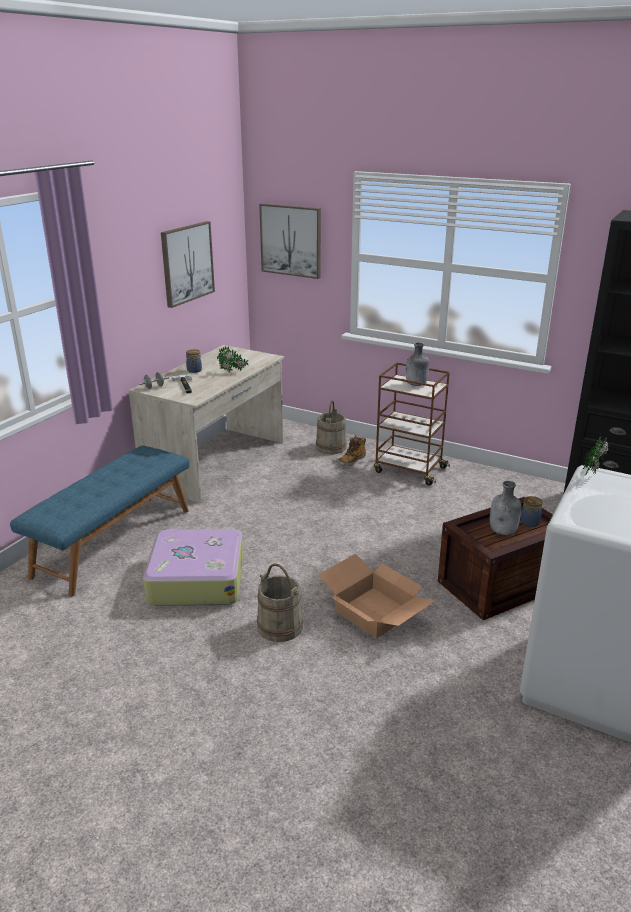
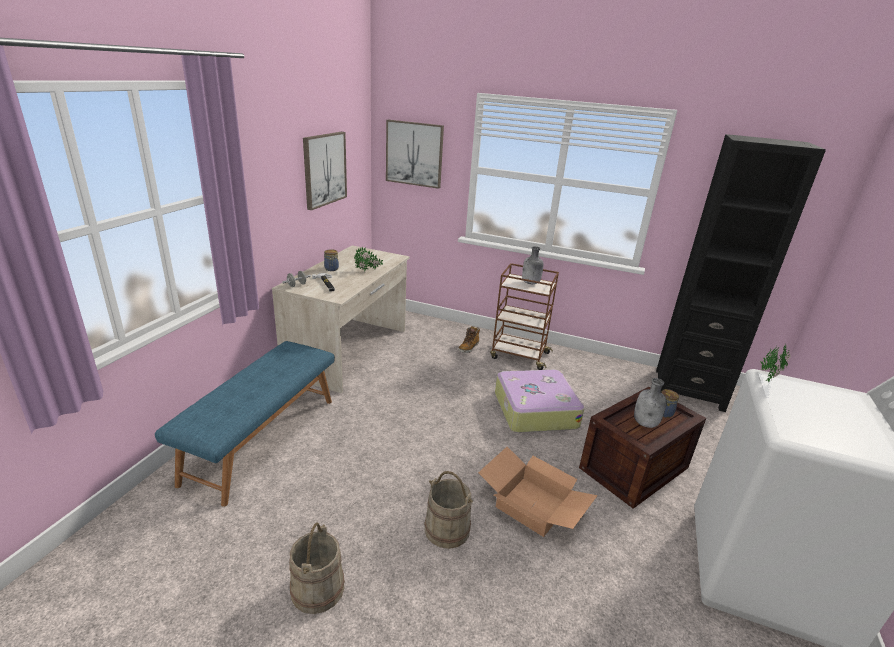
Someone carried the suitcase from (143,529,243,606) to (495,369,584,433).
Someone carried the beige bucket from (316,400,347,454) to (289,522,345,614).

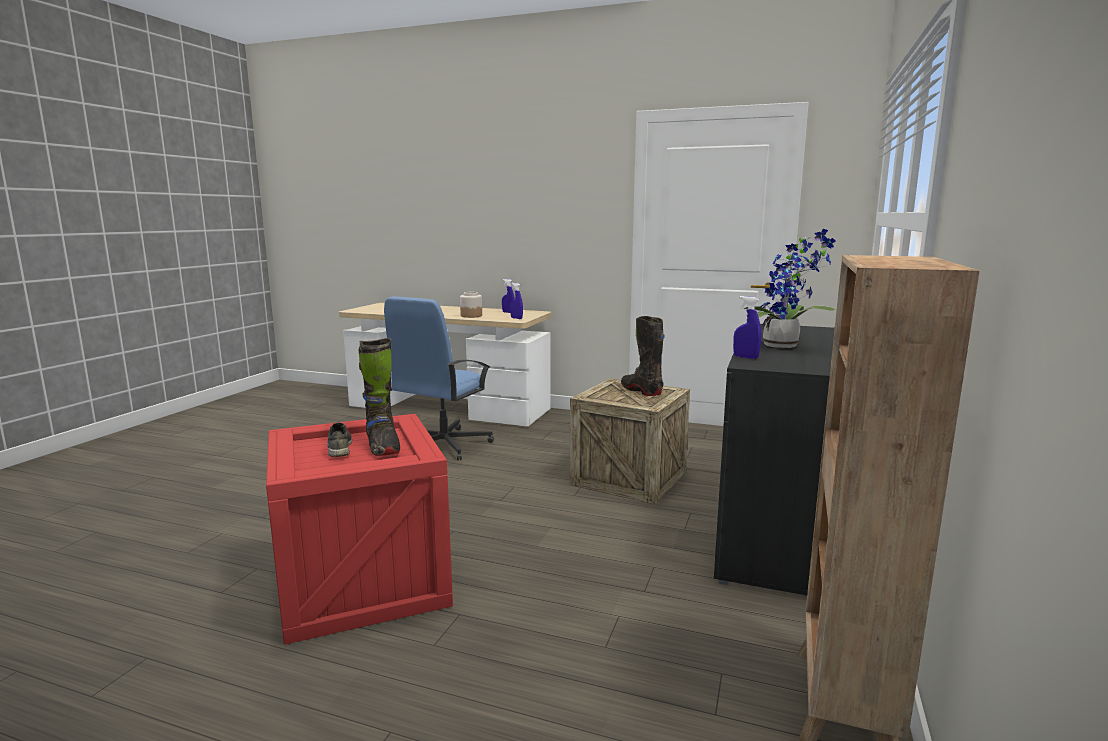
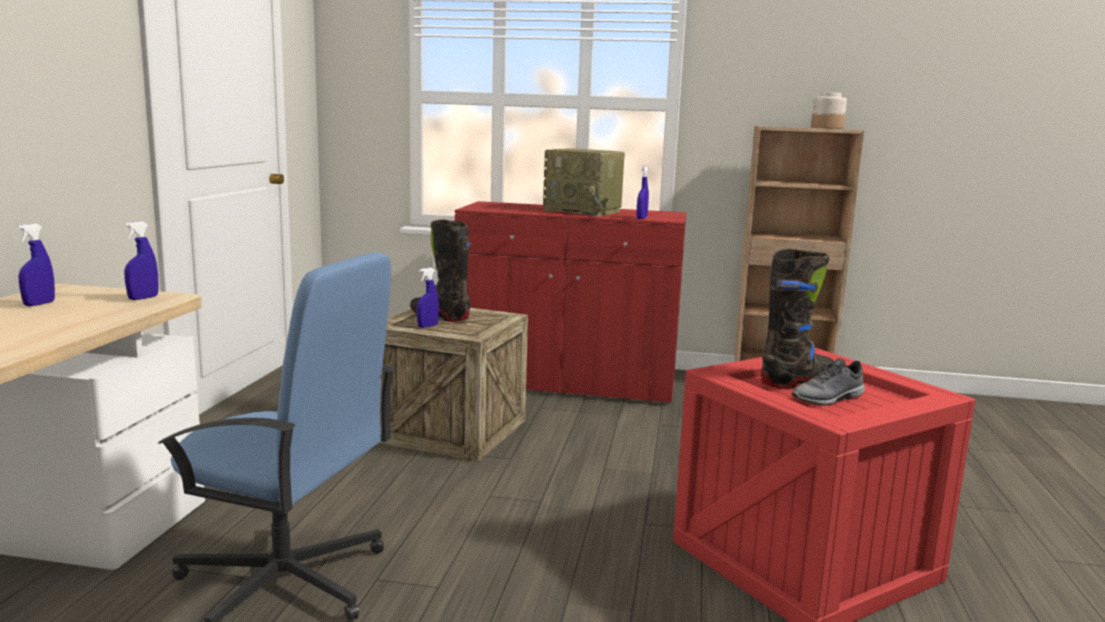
Someone carried the jar from (460,292,482,318) to (811,92,847,129).
Someone rotated the black boot at (621,316,665,396) by 75 degrees clockwise.
Someone repainted the black cabinet at (714,324,835,595), which became the red cabinet at (455,201,686,405).
Someone swapped the potted plant at (744,229,836,348) for the radio at (543,148,625,217).
Someone put down the blue spray bottle at (417,268,439,328).

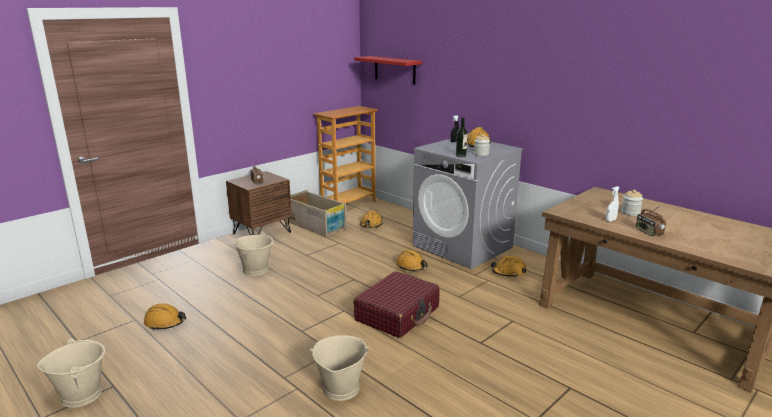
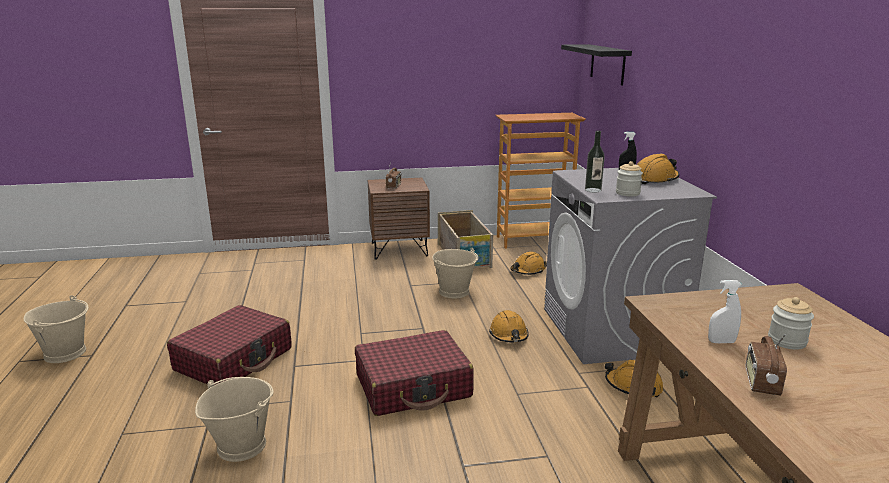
Someone took away the orange hard hat at (144,303,186,330).
Someone carried the beige bucket from (234,231,273,276) to (432,248,478,299).
Someone repainted the red shelf at (354,56,422,84), which became the black shelf at (561,44,632,86).
Someone put down the red suitcase at (167,305,292,385).

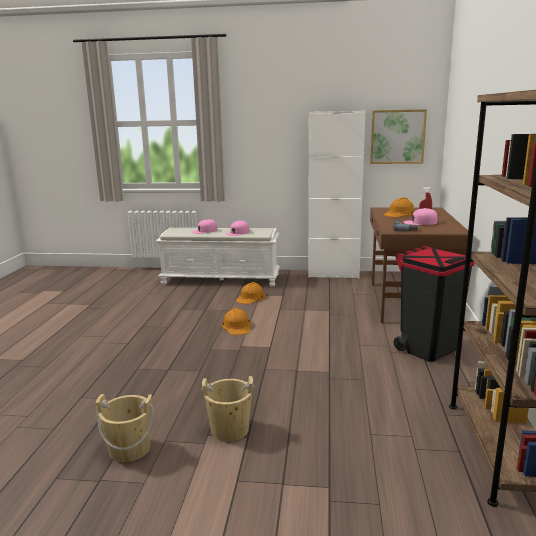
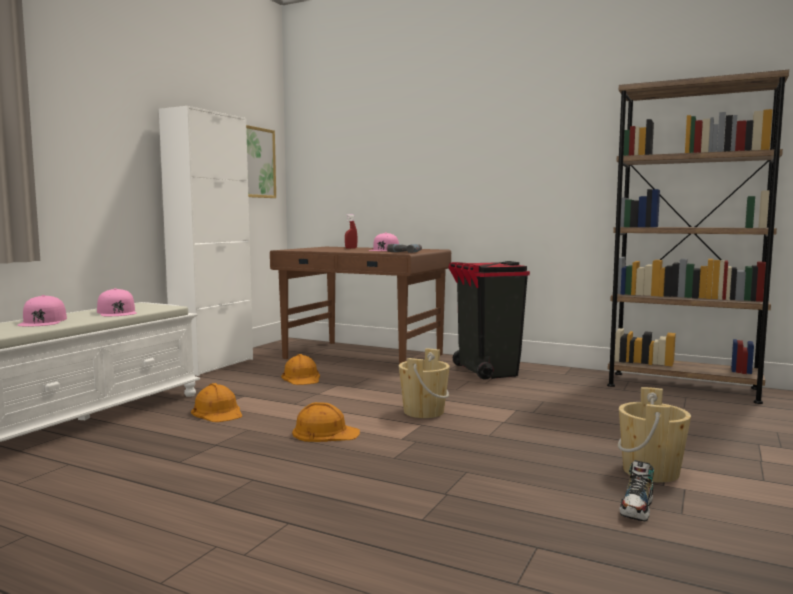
Someone carried the beige bucket from (96,394,153,462) to (399,349,450,418).
Someone carried the orange hard hat from (384,197,414,217) to (281,354,320,385).
Someone put down the shoe at (619,460,654,521).

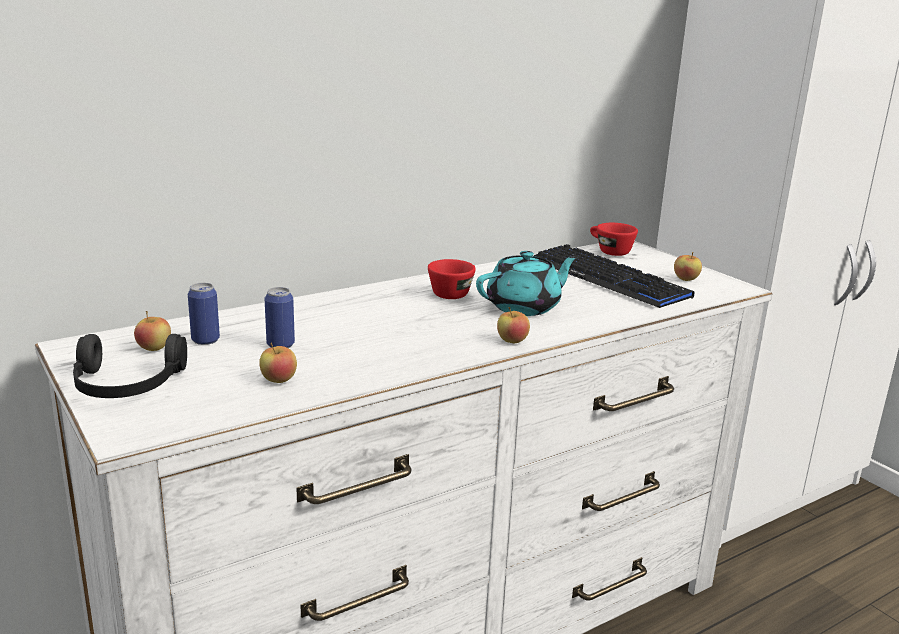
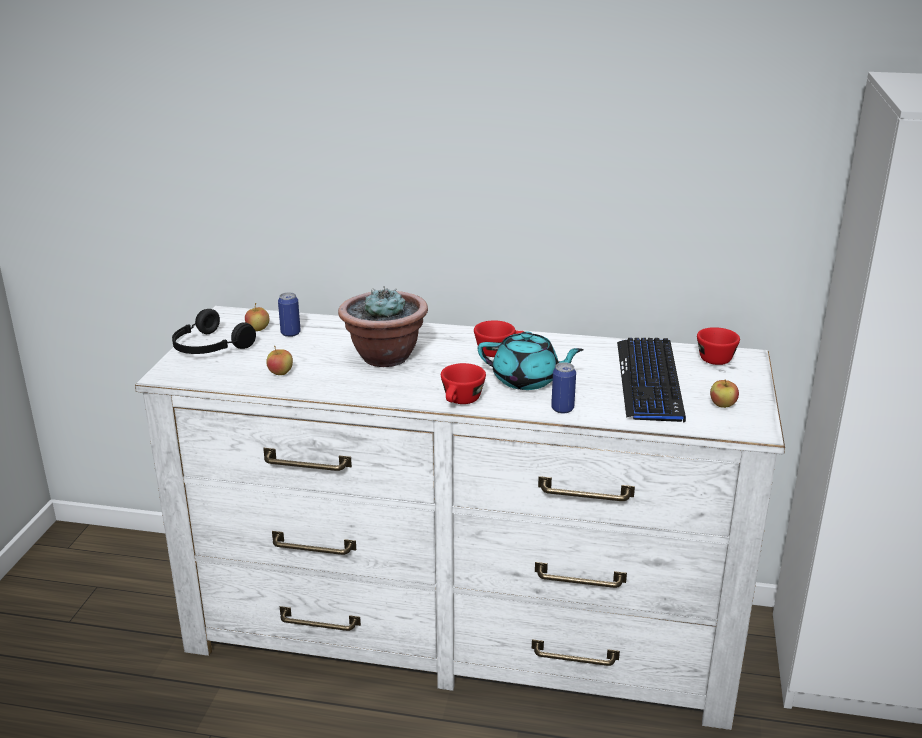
Someone carried the can from (264,287,295,348) to (551,362,576,414).
Someone swapped the apple at (497,307,530,343) for the red cup at (441,363,486,404).
Someone put down the potted plant at (338,286,428,367).

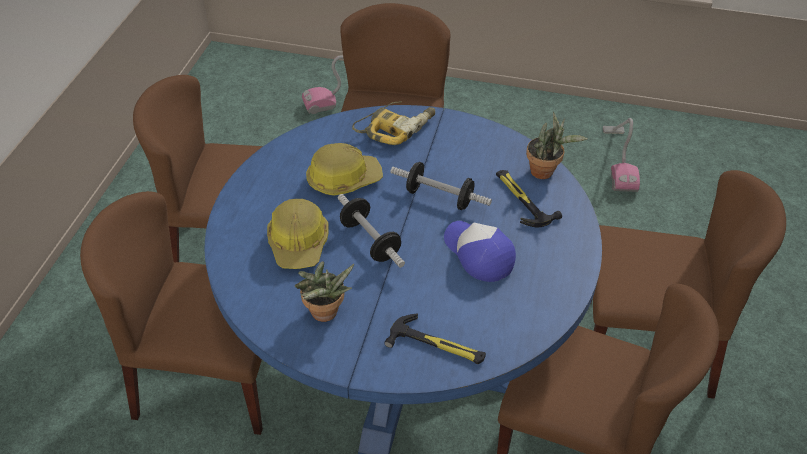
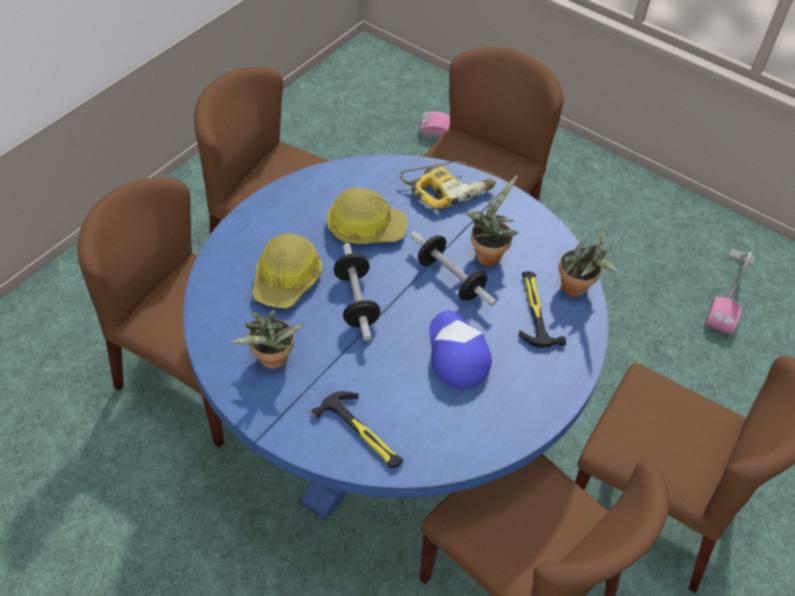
Someone put down the potted plant at (463,175,518,266).

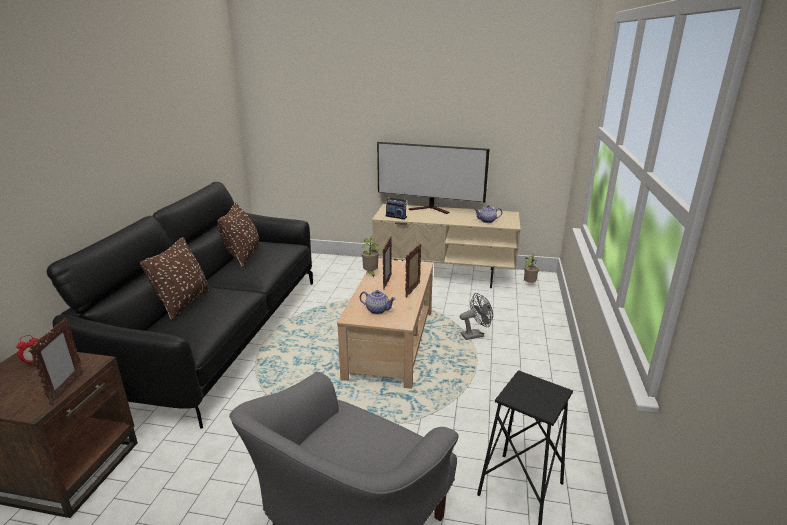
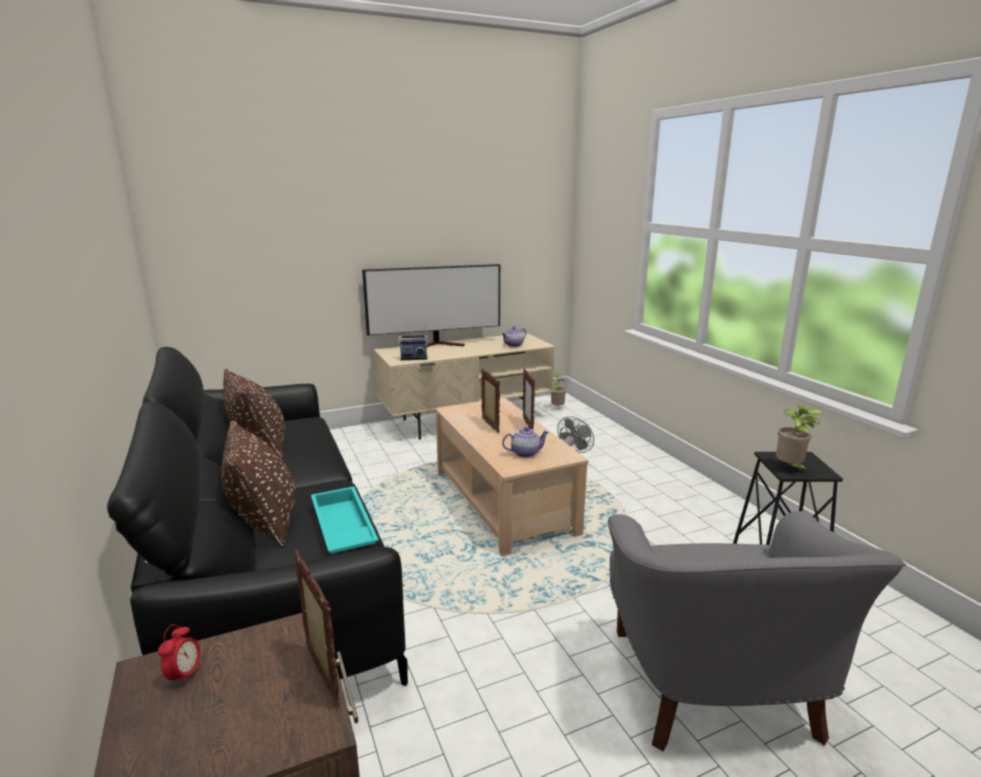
Someone carried the potted plant from (361,236,379,278) to (776,404,823,473).
Someone put down the turquoise tray at (311,486,379,554).

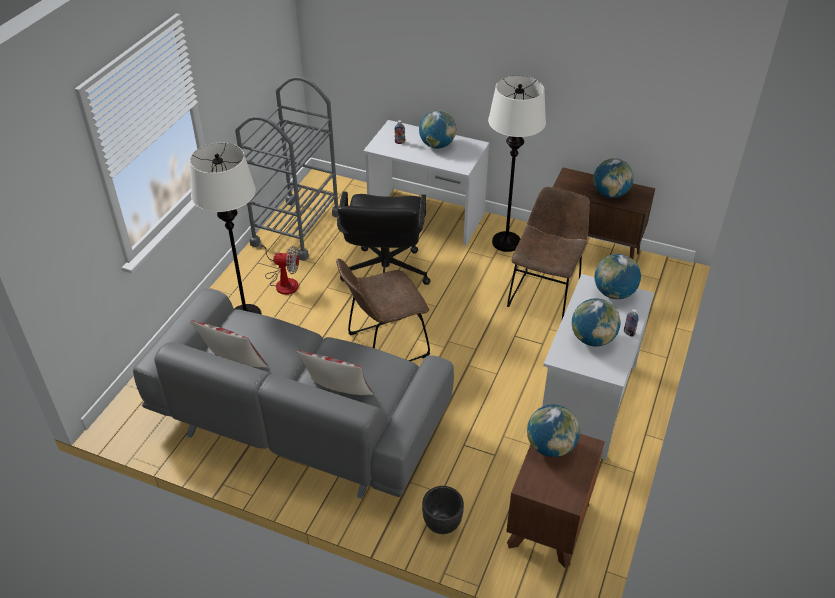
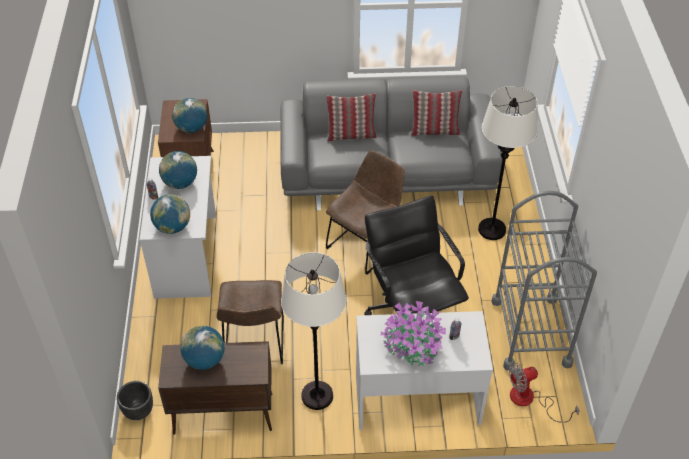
Someone carried the fan from (260,241,299,295) to (509,363,580,423).
Someone swapped the globe at (419,111,456,149) for the potted plant at (381,301,446,366).
Someone carried the black planter from (422,486,464,534) to (117,381,153,420).

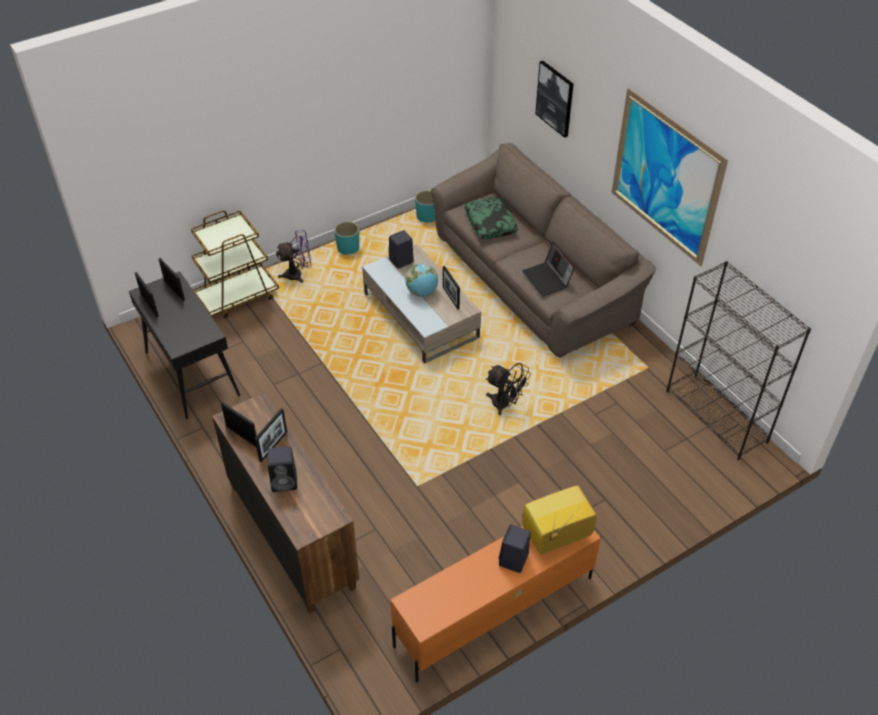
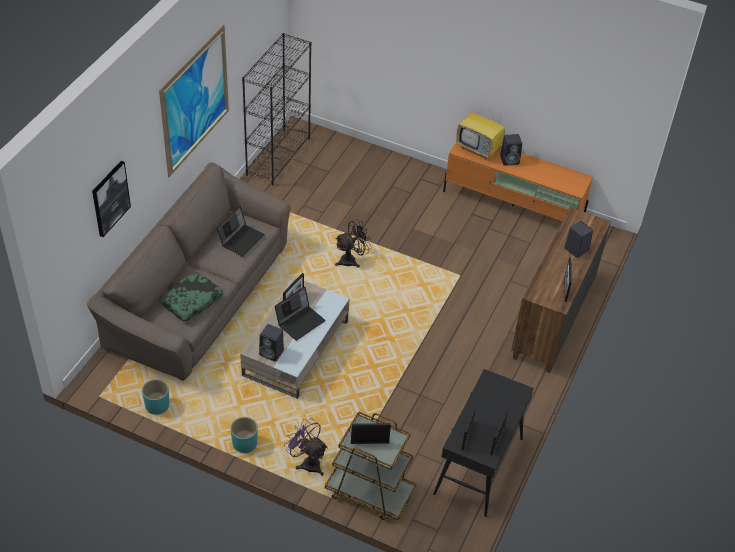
Someone carried the picture frame from (255,408,287,462) to (351,423,391,444).
Someone swapped the globe at (405,264,438,297) for the laptop at (275,287,326,341).
Someone rotated the black fan at (486,363,531,415) by 60 degrees clockwise.

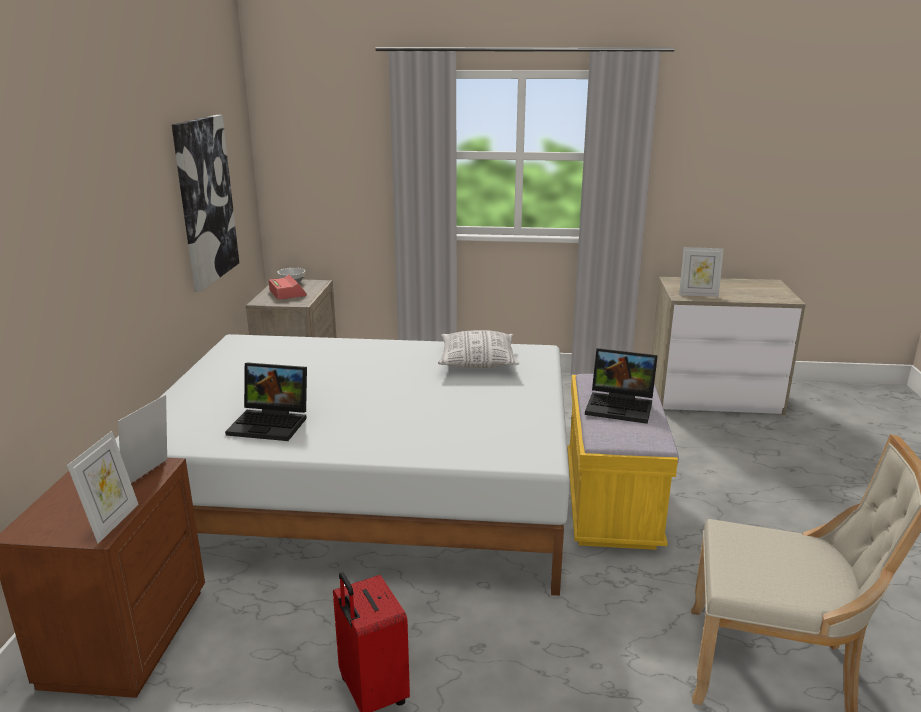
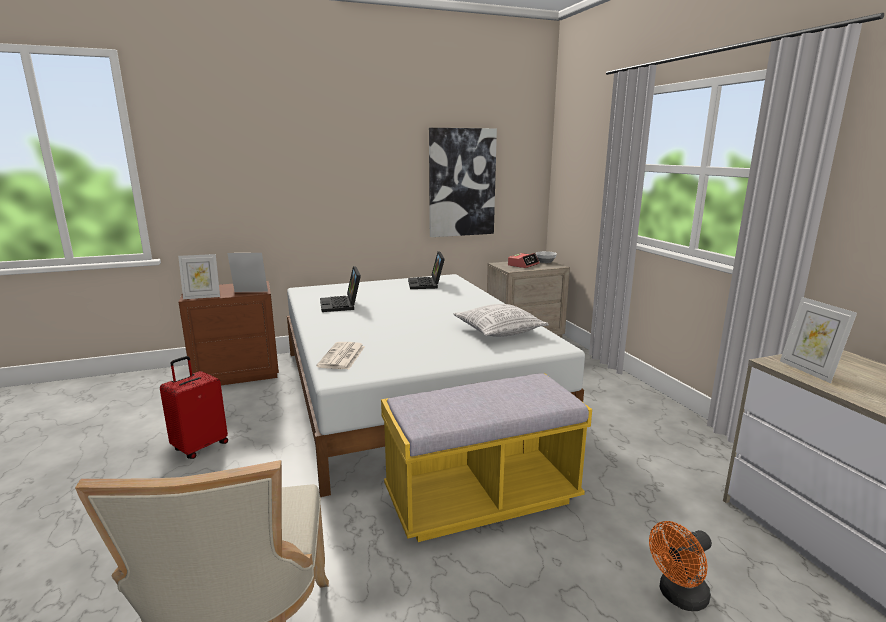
Someone carried the laptop from (585,348,658,424) to (408,251,445,289).
Someone put down the newspaper at (316,342,365,369).
Someone put down the orange fan at (649,521,712,611).

